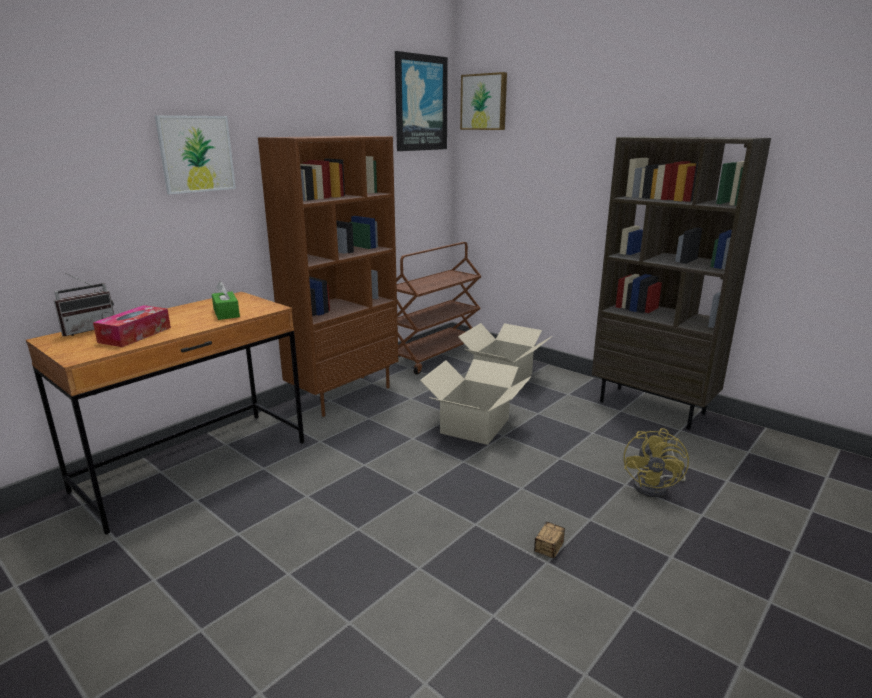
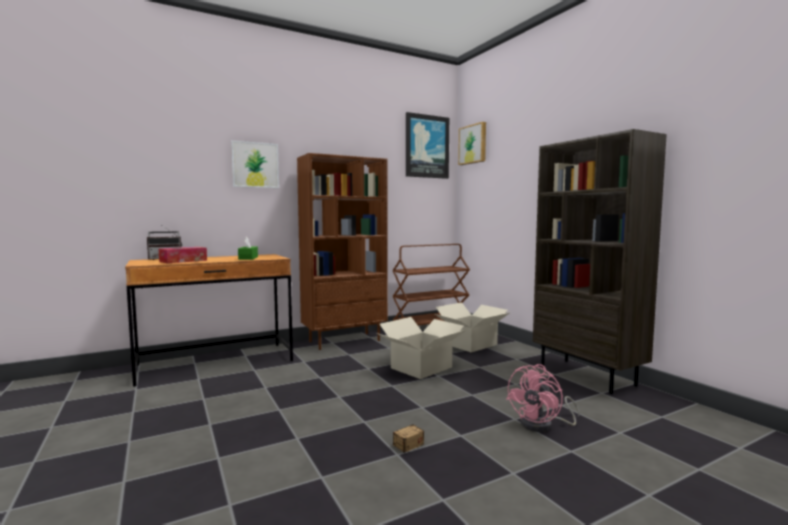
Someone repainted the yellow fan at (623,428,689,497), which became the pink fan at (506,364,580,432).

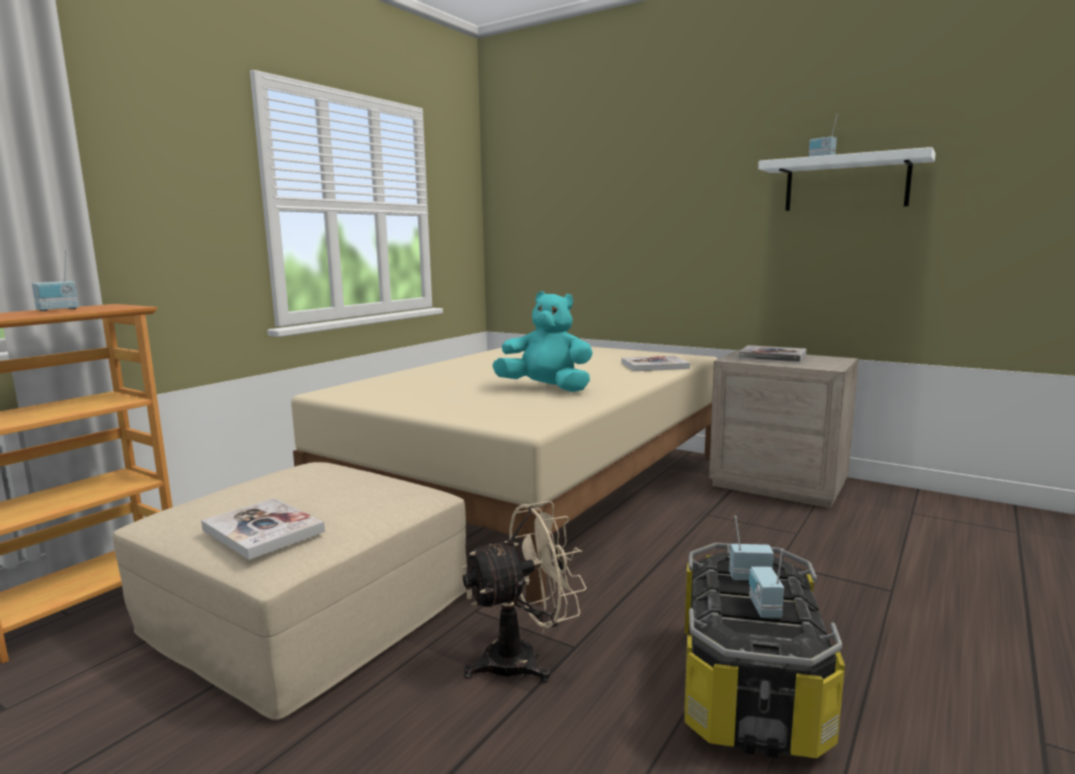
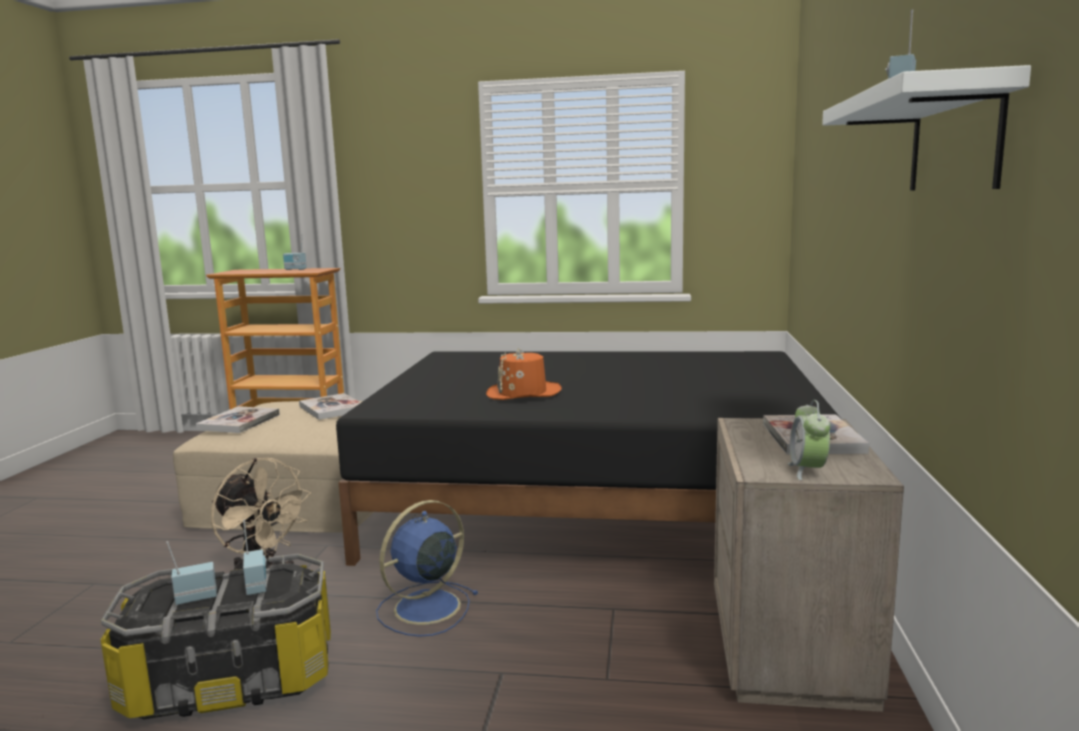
Someone repainted the beige bed at (291,347,718,605), which became the black bed at (336,351,840,566).
Someone swapped the turquoise plush toy at (492,291,593,392) for the orange hat at (486,348,562,400).
Someone carried the book from (622,356,690,371) to (299,393,361,420).
Someone put down the blue fan at (376,500,479,637).
Someone put down the alarm clock at (788,400,830,480).

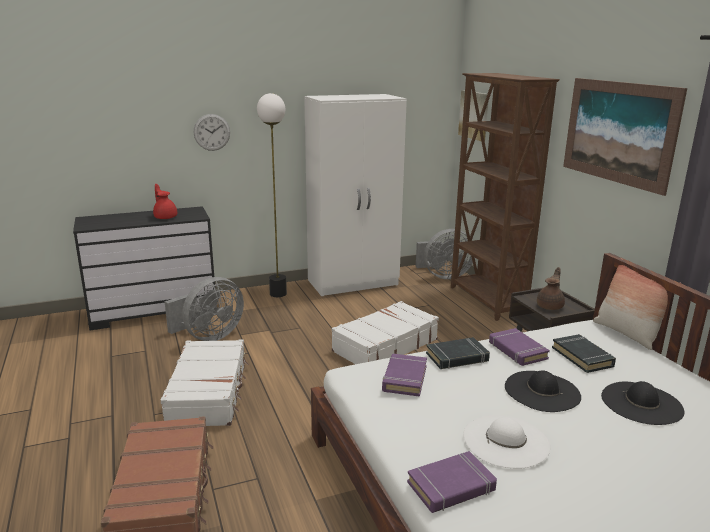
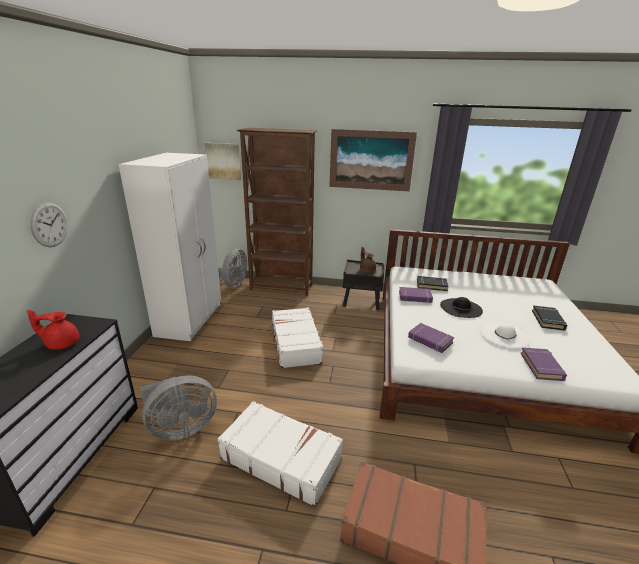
Someone rotated the grey fan at (165,277,244,341) by 75 degrees clockwise.
Someone took away the floor lamp at (257,93,287,297).
Someone carried the black book from (426,337,490,369) to (532,305,567,331).
Someone took away the pillow at (593,259,681,350).
Someone took away the black hat at (601,381,684,425).

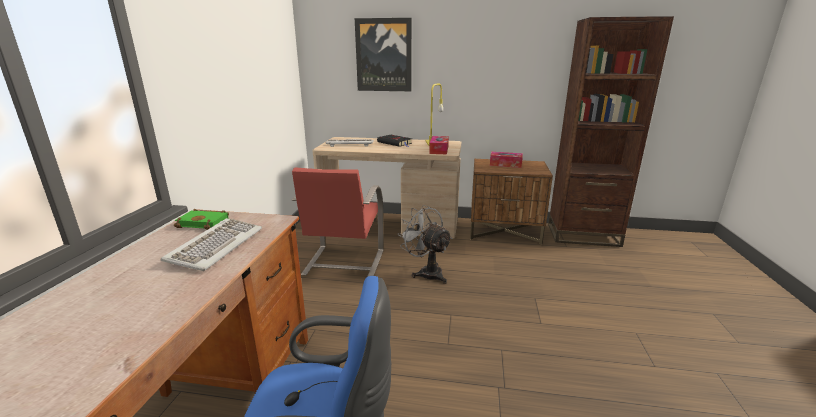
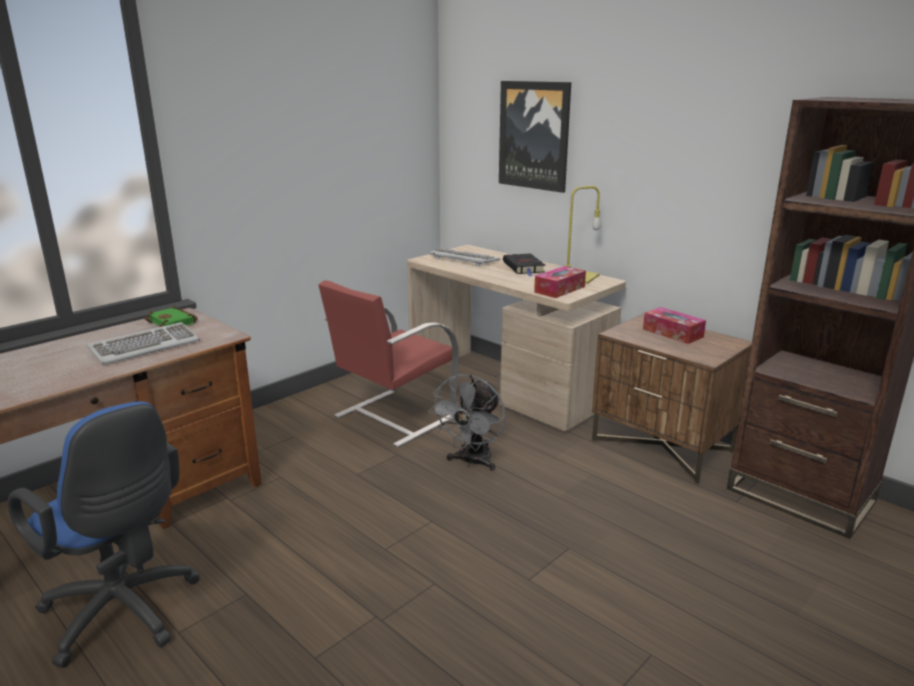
Someone rotated the grey fan at (397,205,453,284) by 150 degrees counterclockwise.

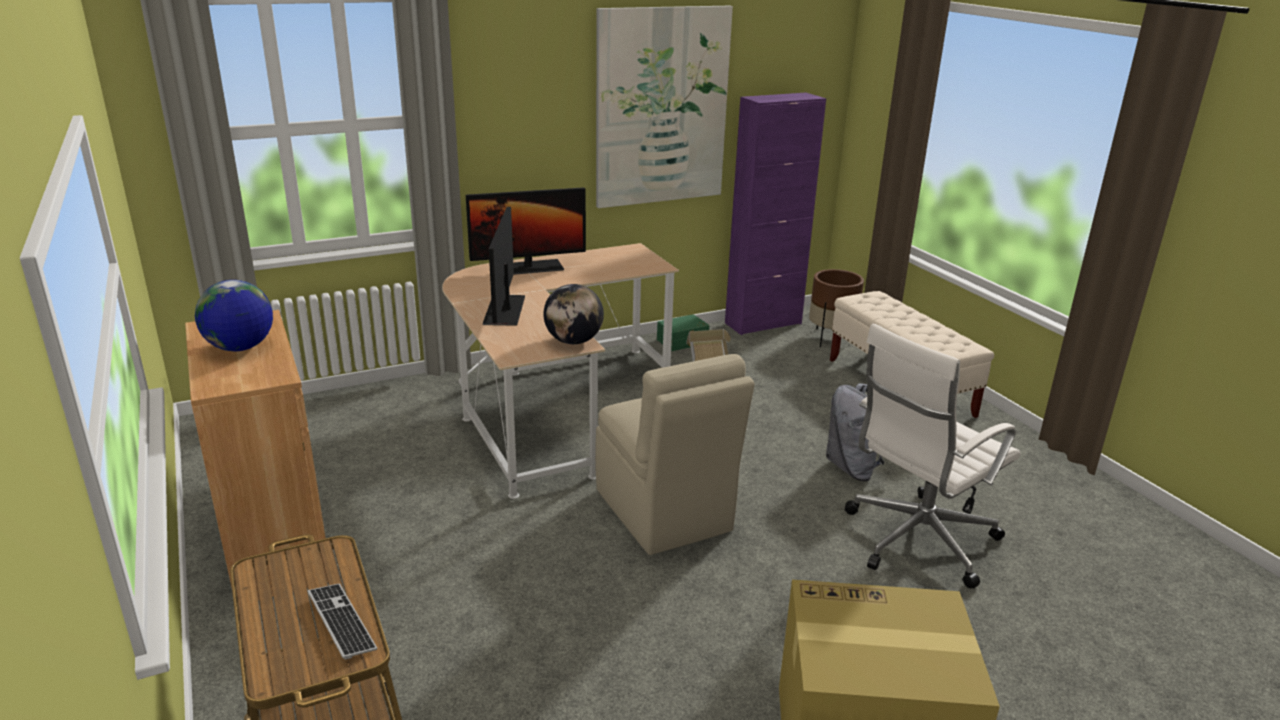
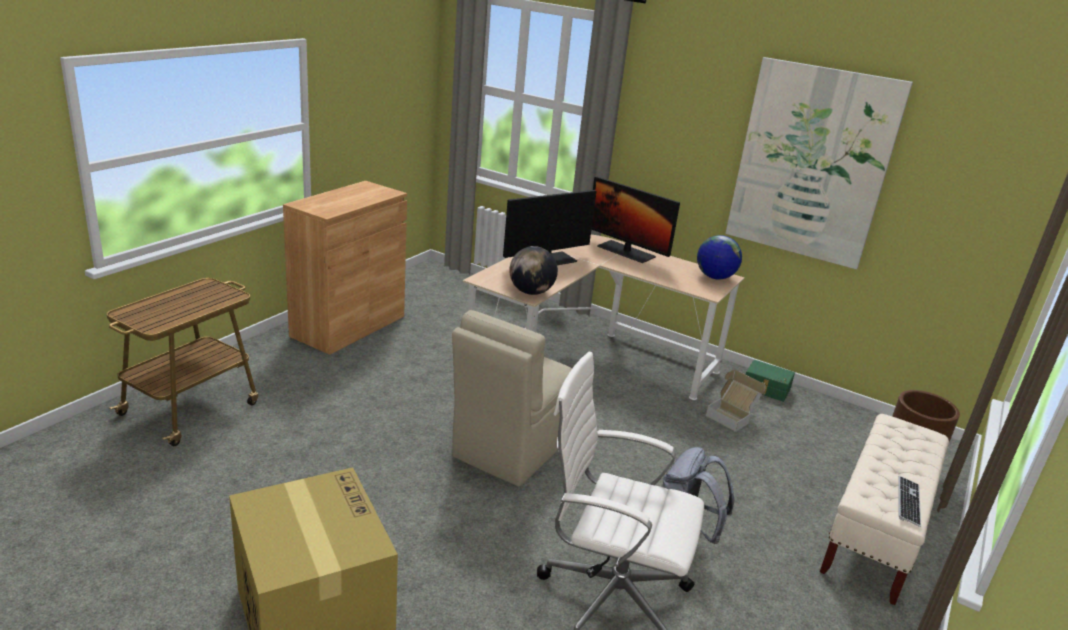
Someone carried the globe from (195,280,273,351) to (697,235,742,280).
Someone carried the keyboard from (308,584,377,660) to (898,476,921,527).
Someone took away the purple cabinet at (725,92,826,335).

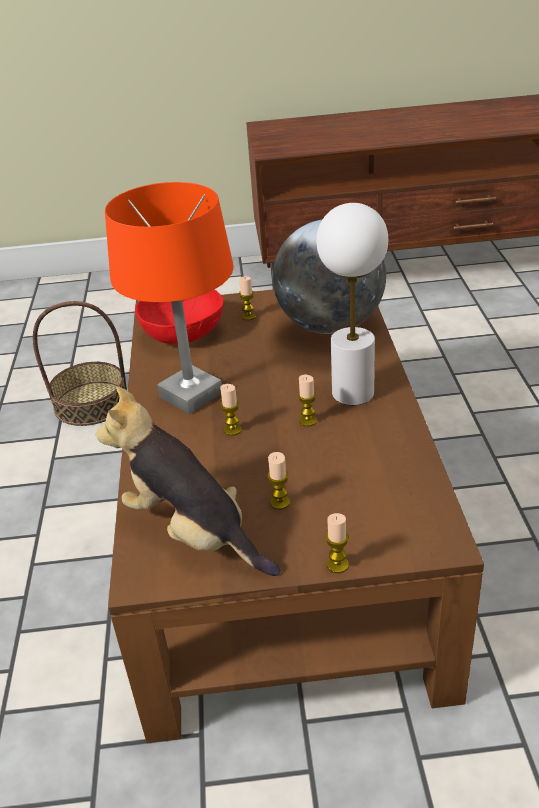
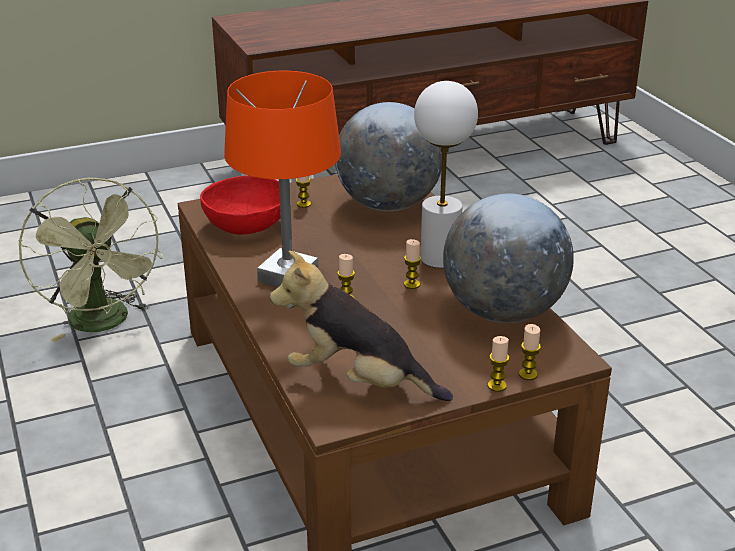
Someone swapped the basket at (33,301,127,426) for the green fan at (19,178,163,342).
Someone carried the candle from (268,452,290,510) to (519,324,541,380).
Someone put down the globe at (443,193,574,323).

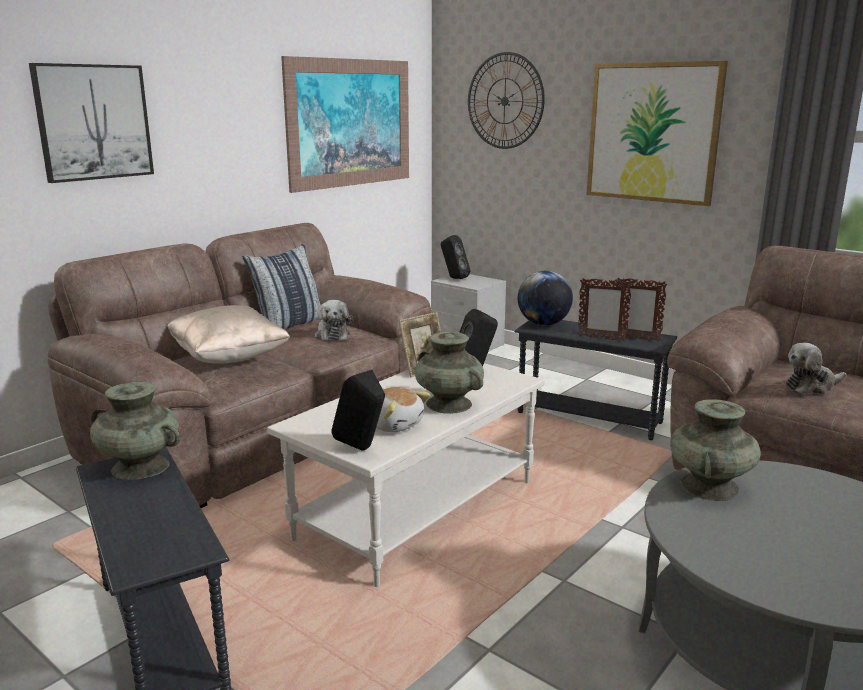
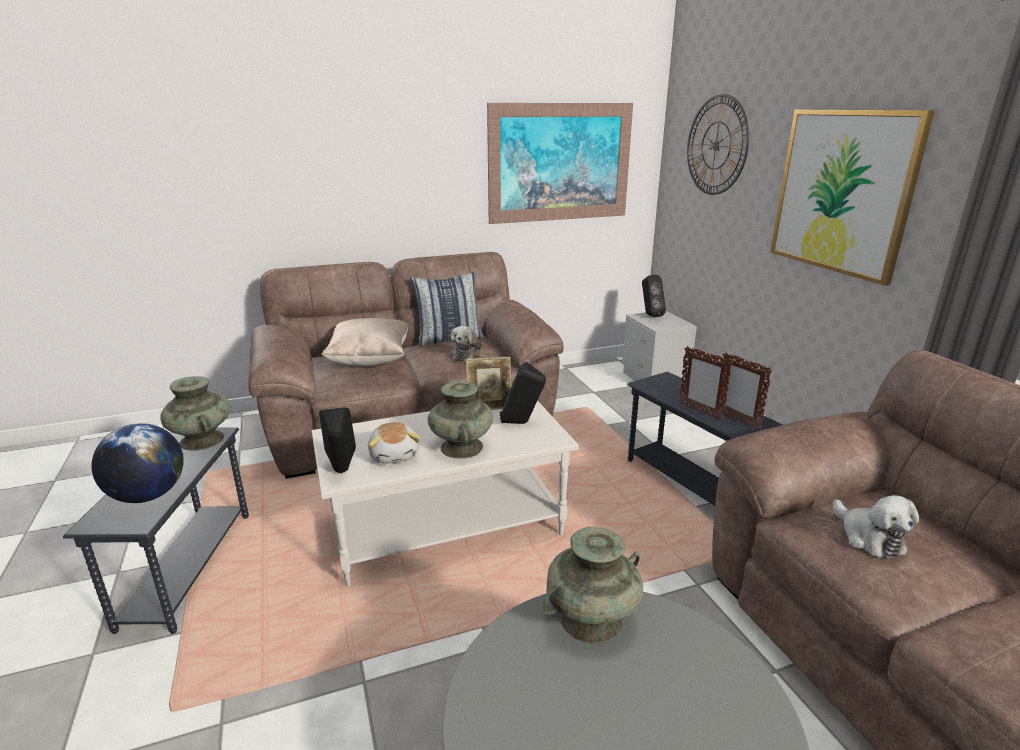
Someone took away the picture at (29,63,154,183).
Someone carried the globe from (518,271,573,326) to (91,423,184,503).
Someone rotated the plush toy at (785,343,846,394) by 120 degrees counterclockwise.

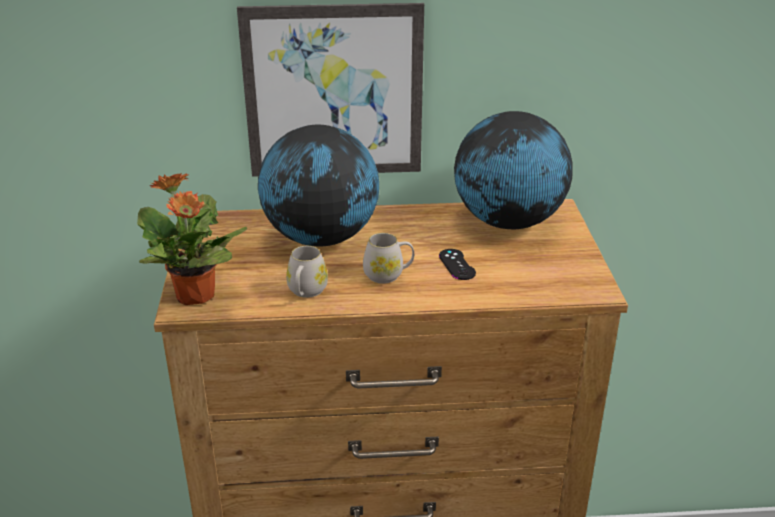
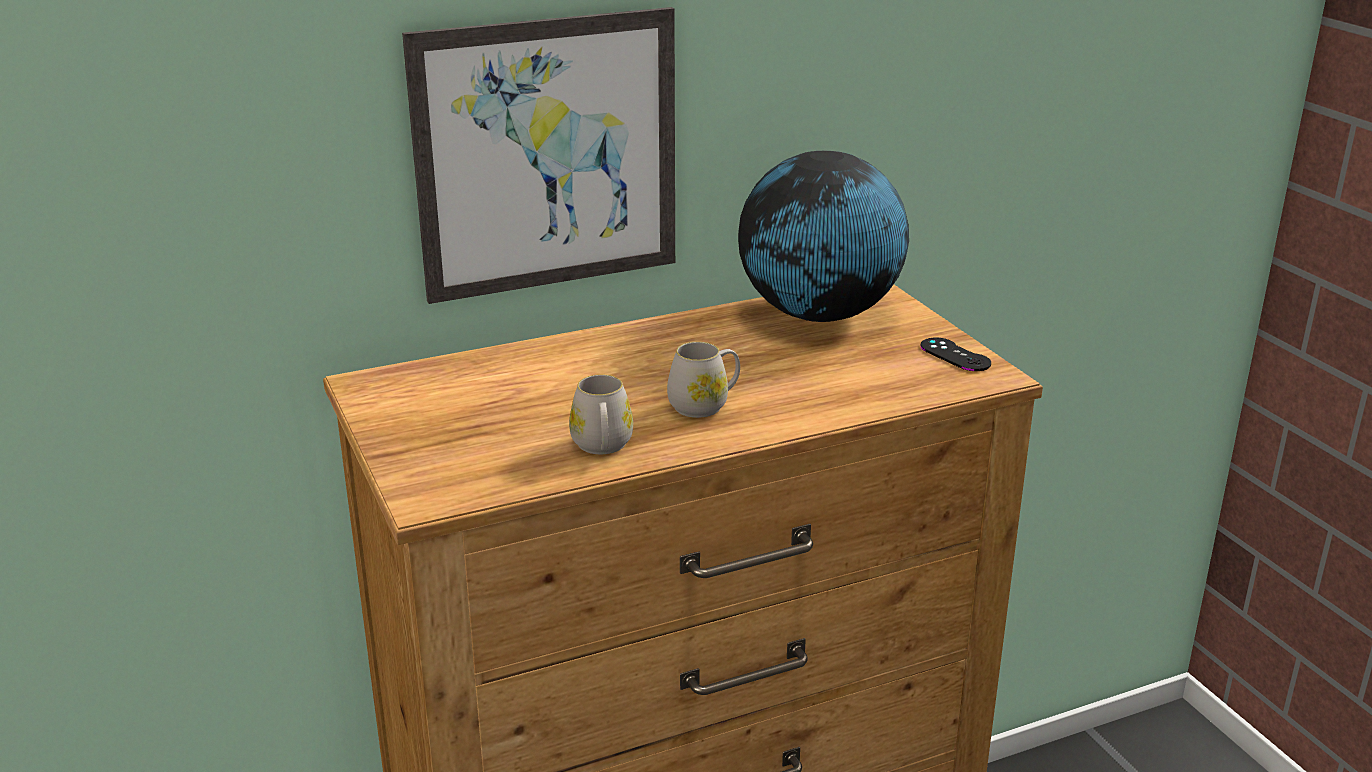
Someone took away the potted plant at (137,173,247,305).
Someone took away the globe at (258,125,379,247).
Someone carried the black game controller from (439,249,476,280) to (920,338,991,371).

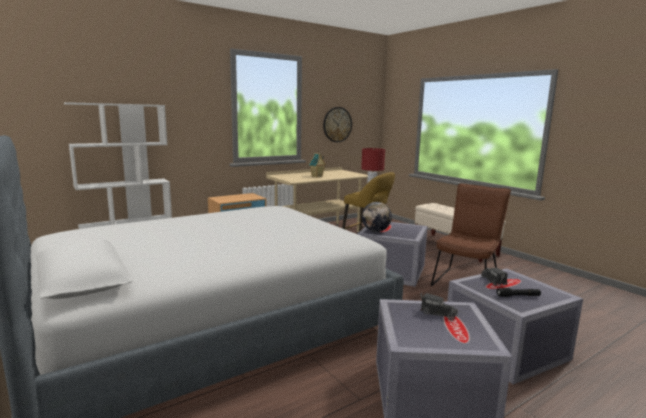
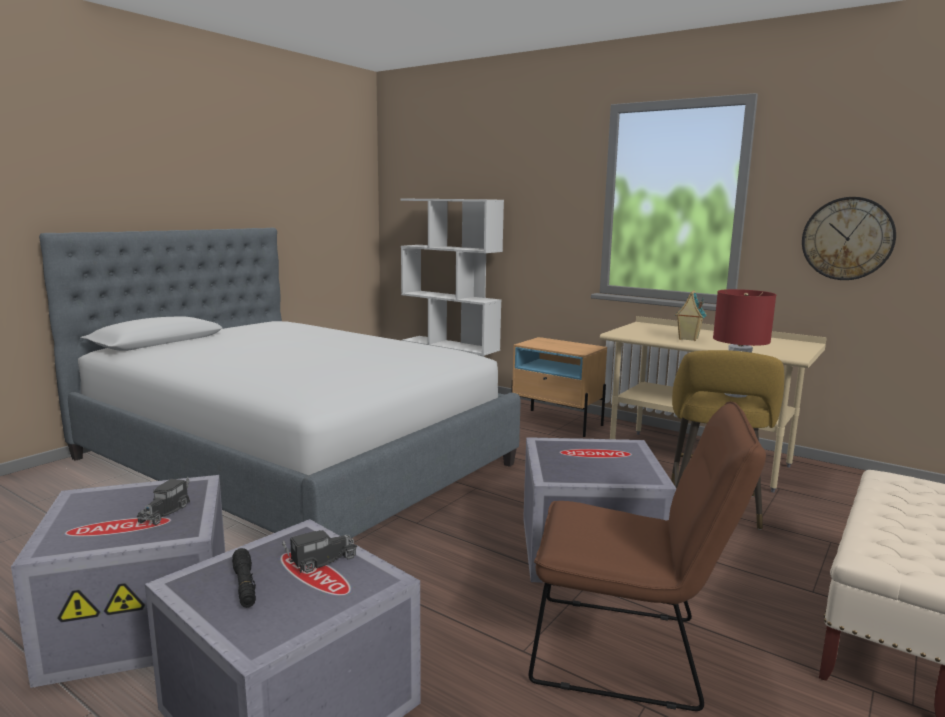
Someone took away the globe at (362,202,392,232).

